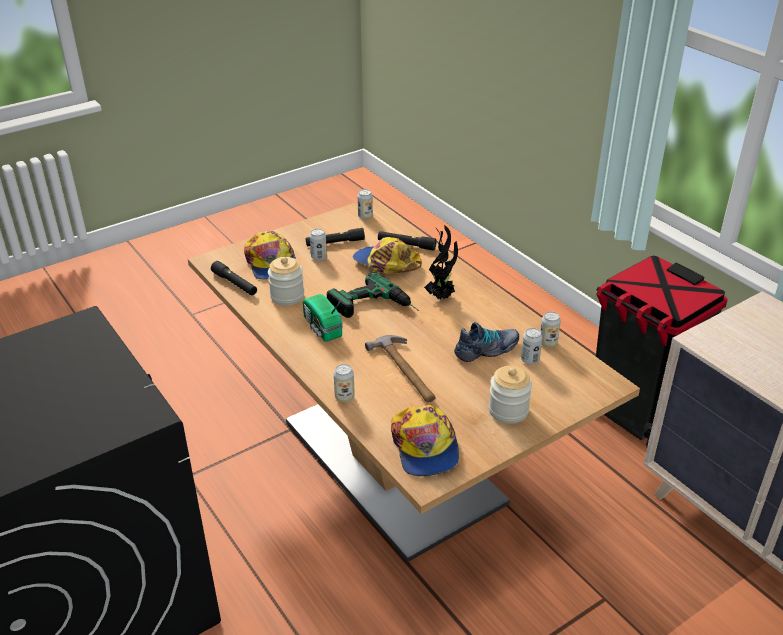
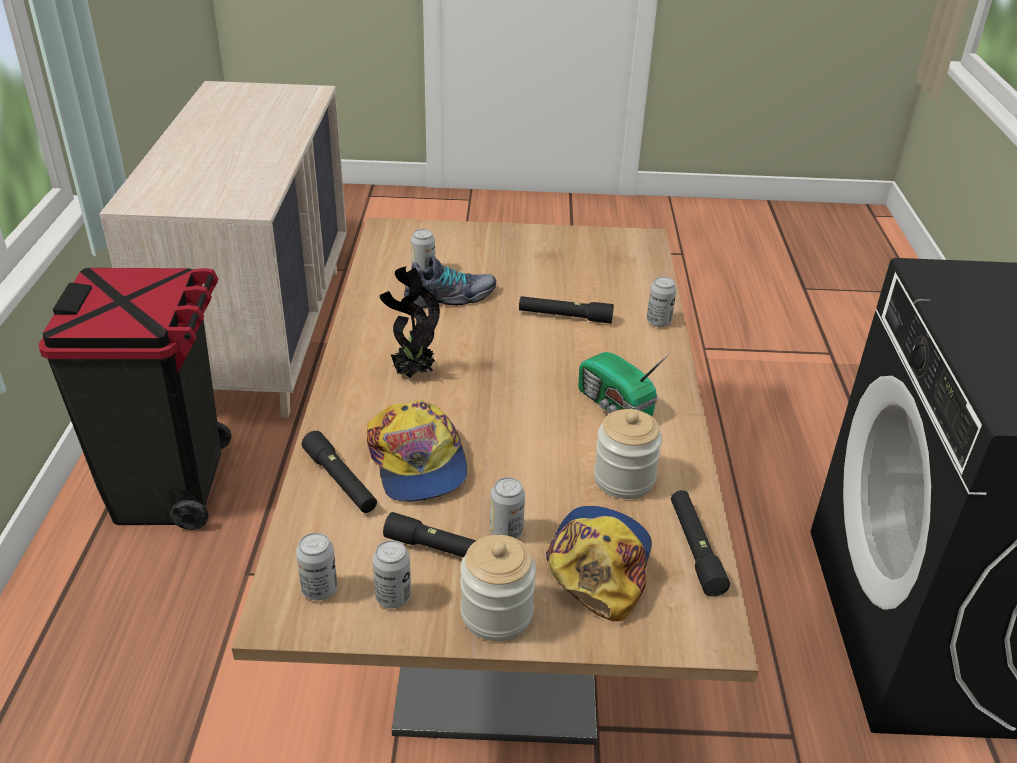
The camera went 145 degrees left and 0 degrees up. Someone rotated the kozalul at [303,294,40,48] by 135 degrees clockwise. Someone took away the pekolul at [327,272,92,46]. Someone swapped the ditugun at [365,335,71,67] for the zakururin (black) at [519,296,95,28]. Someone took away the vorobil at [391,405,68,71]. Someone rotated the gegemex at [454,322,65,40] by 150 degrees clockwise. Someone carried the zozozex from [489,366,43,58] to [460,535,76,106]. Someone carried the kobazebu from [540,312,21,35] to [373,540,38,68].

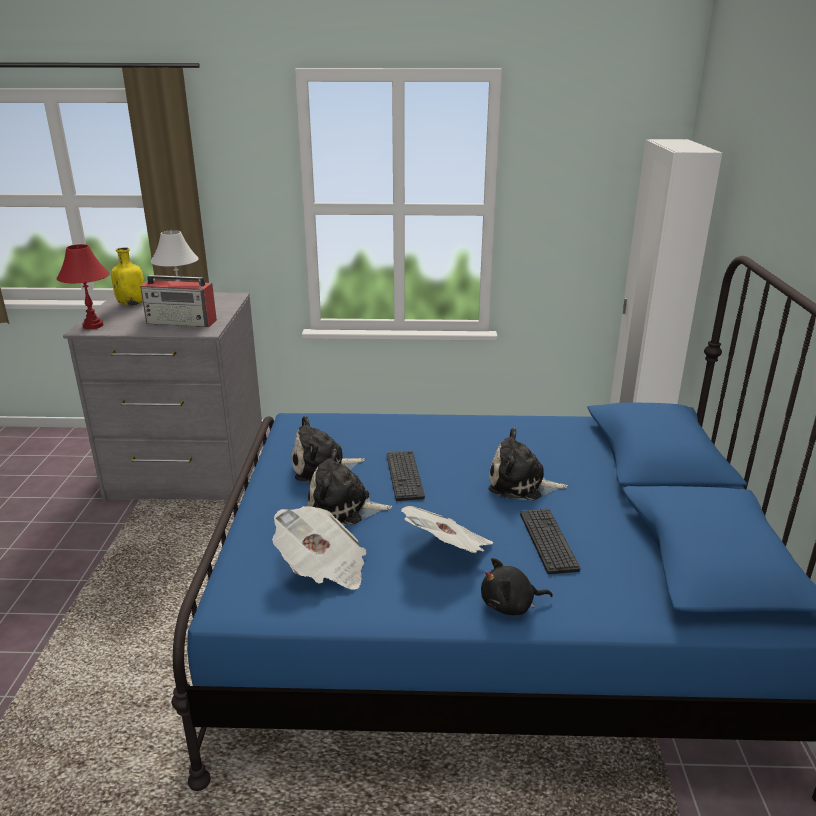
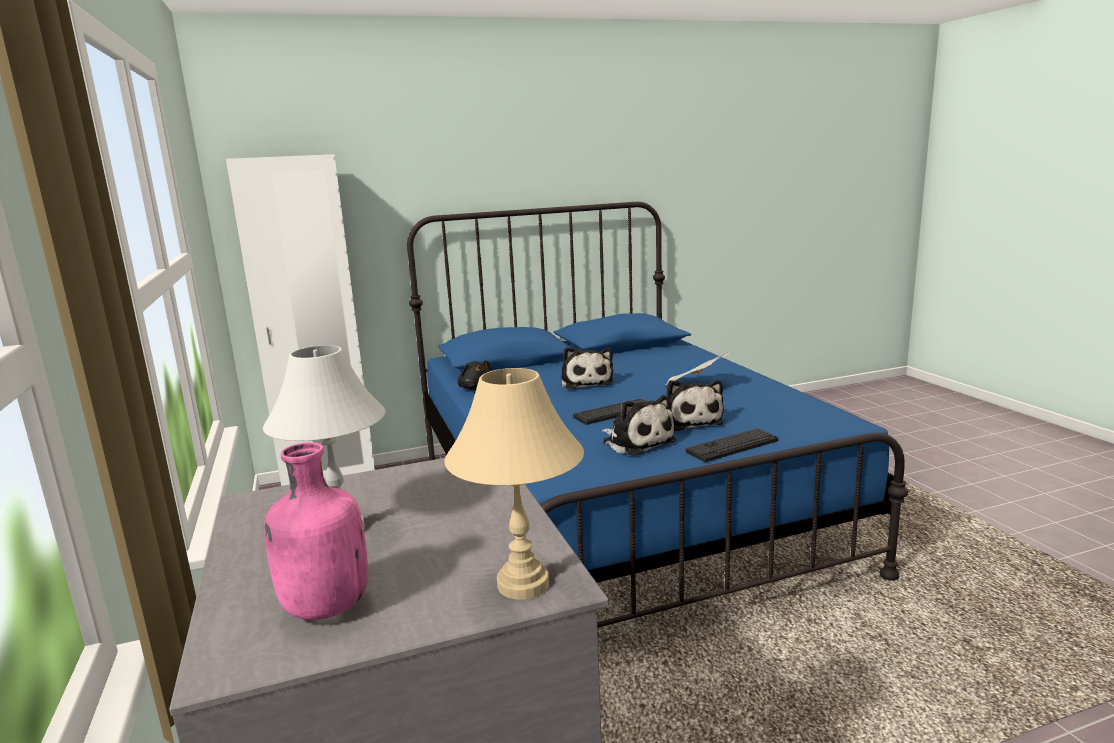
The camera went 110 degrees left and 10 degrees down. Someone repainted the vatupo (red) at [56,244,54,85], which became the vatupo (beige) at [444,368,140,232]. Someone repainted the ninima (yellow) at [111,247,33,59], which became the ninima (pink) at [264,442,104,178]. Someone took away the kozalul at [140,275,77,52]. Someone took away the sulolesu at [272,506,94,84]. Someone carried the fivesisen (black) from [481,558,72,57] to [457,360,34,30]. Someone carried the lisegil from [520,509,60,65] to [686,428,92,34].

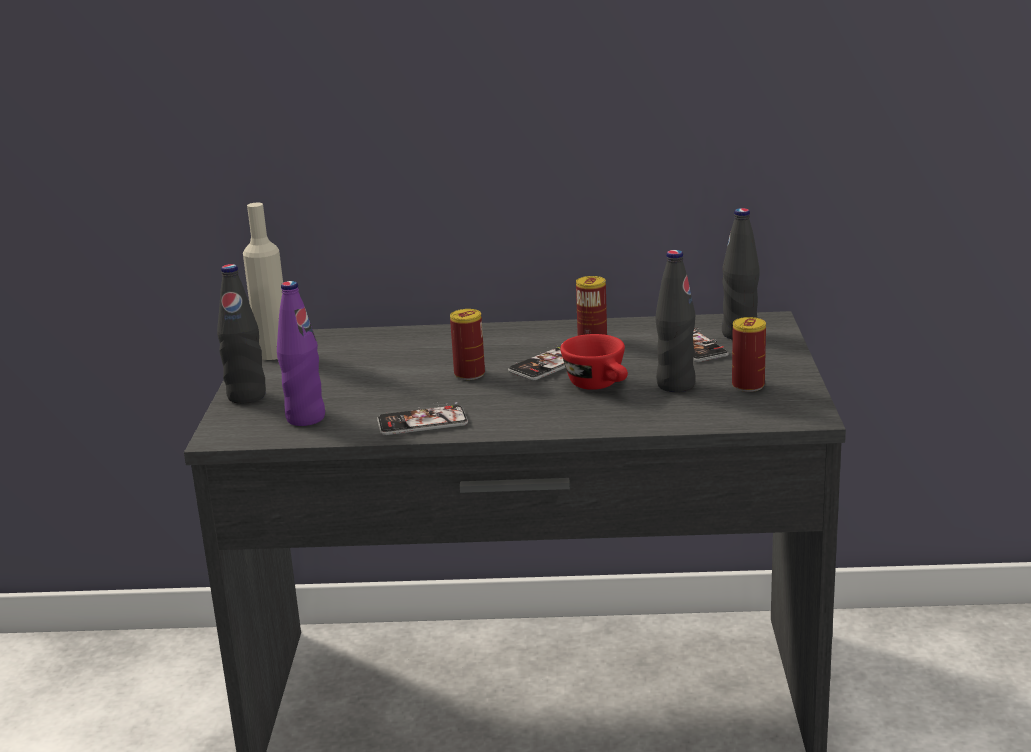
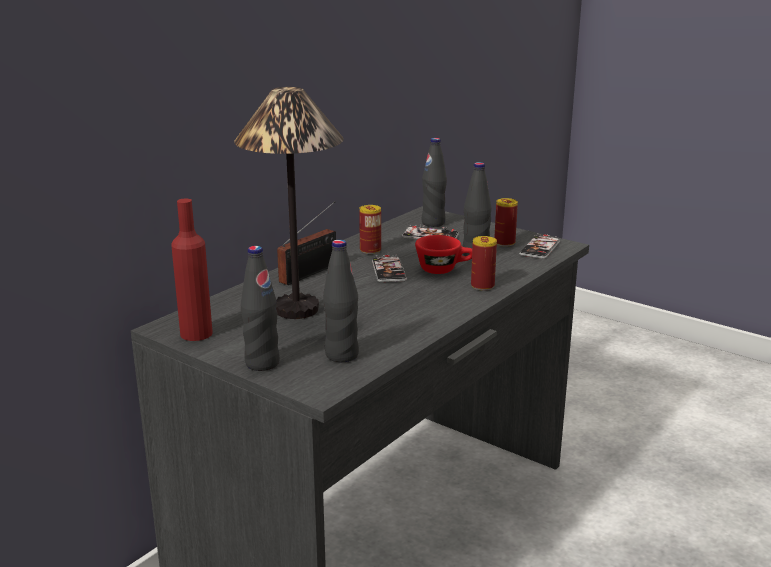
The camera went 55 degrees left and 0 degrees up. Someone repainted the ninima (beige) at [243,203,40,157], which became the ninima (red) at [171,199,42,142]. Someone repainted the ninima (purple) at [277,281,48,145], which became the ninima (black) at [323,239,36,123]. Someone carried the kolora from [377,402,91,33] to [519,233,41,26]. Someone carried the kobazebu from [450,309,35,71] to [471,236,26,55]. Someone put down the vatupo at [234,87,110,232]. Someone put down the kozalul at [277,201,59,84].

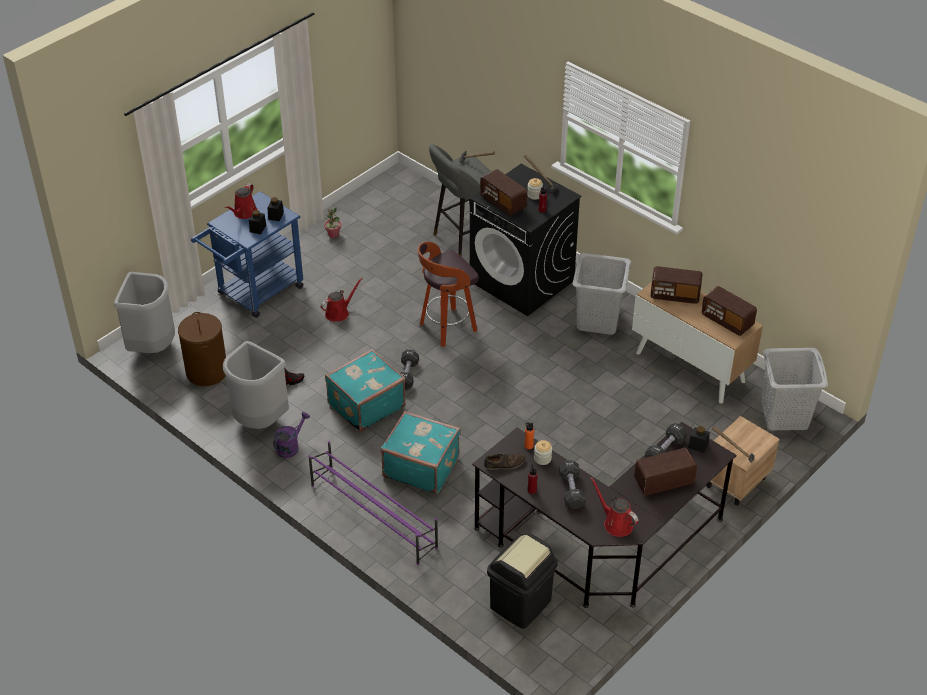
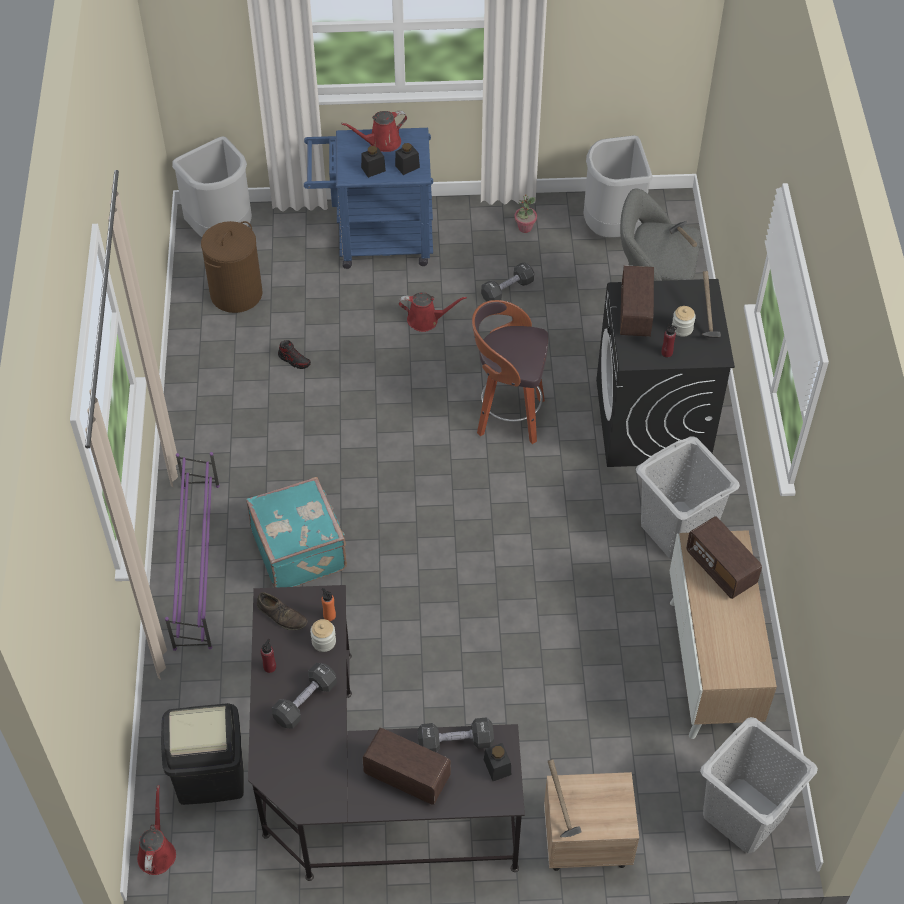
The camera went 45 degrees right and 10 degrees up. Someone carried the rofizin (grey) from [223,341,66,88] to [583,135,70,103]. Someone took away the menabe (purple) at [273,412,37,46]. Someone took away the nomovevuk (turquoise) at [325,349,80,83]. Someone carried the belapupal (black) from [400,350,19,40] to [481,263,53,39]. Someone carried the menabe (red) from [590,477,48,60] to [137,785,39,90]. Someone took away the kozalul at [702,286,55,50].

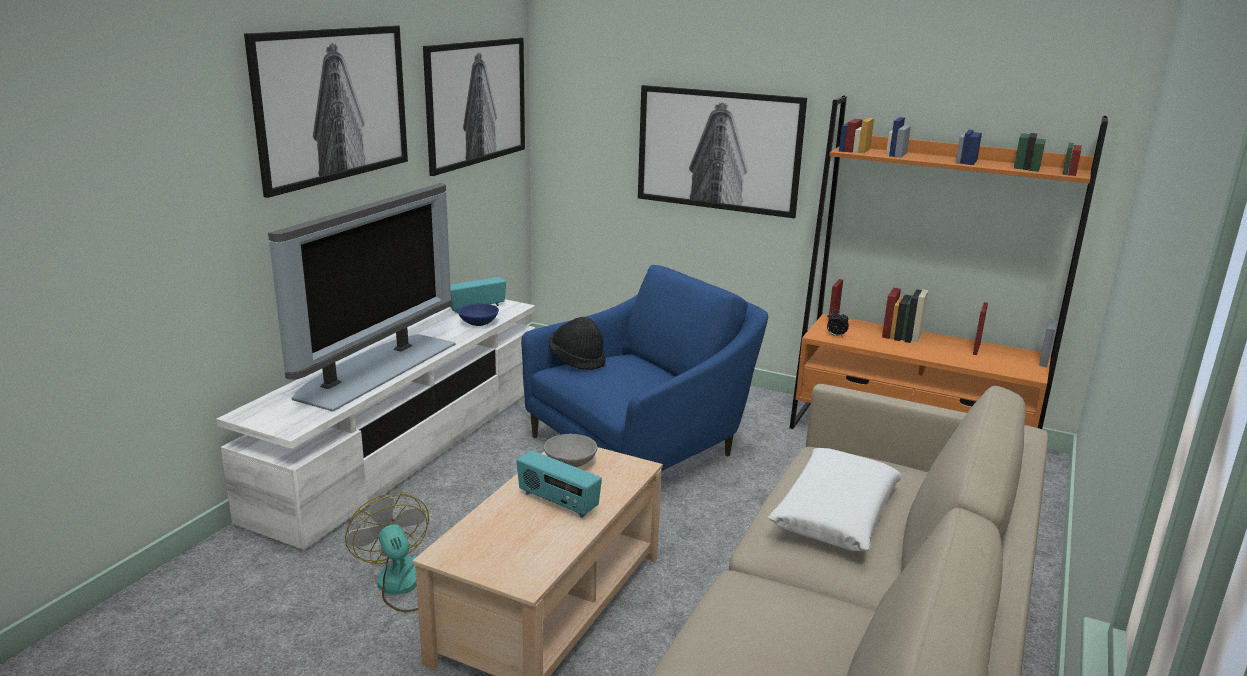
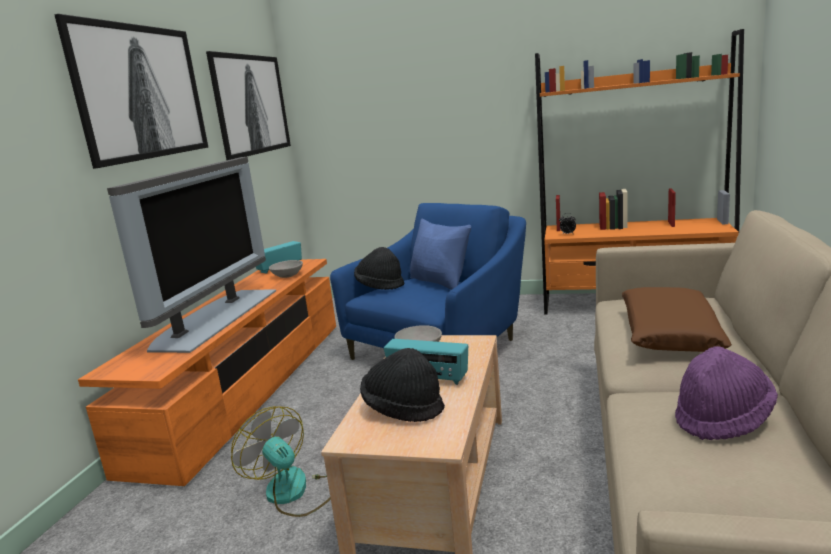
The camera went 10 degrees left and 5 degrees down. Someone repainted the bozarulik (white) at [216,299,319,251], which became the bozarulik (orange) at [78,259,258,227]. Someone repainted the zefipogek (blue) at [458,303,41,23], which became the zefipogek (grey) at [269,260,34,18]. Someone took away the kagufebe at [638,85,169,133]. Someone repainted the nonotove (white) at [768,448,134,103], which became the nonotove (brown) at [622,287,110,65]. Someone put down the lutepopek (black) at [360,348,85,74]. Someone put down the nonotove (blue) at [410,219,61,71]. Someone put down the lutepopek (purple) at [675,346,103,94].

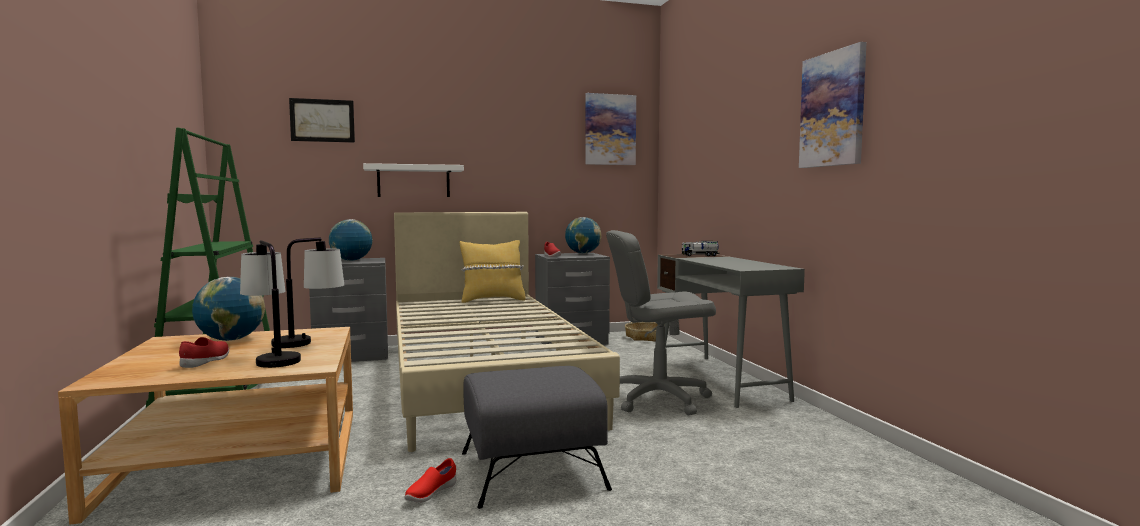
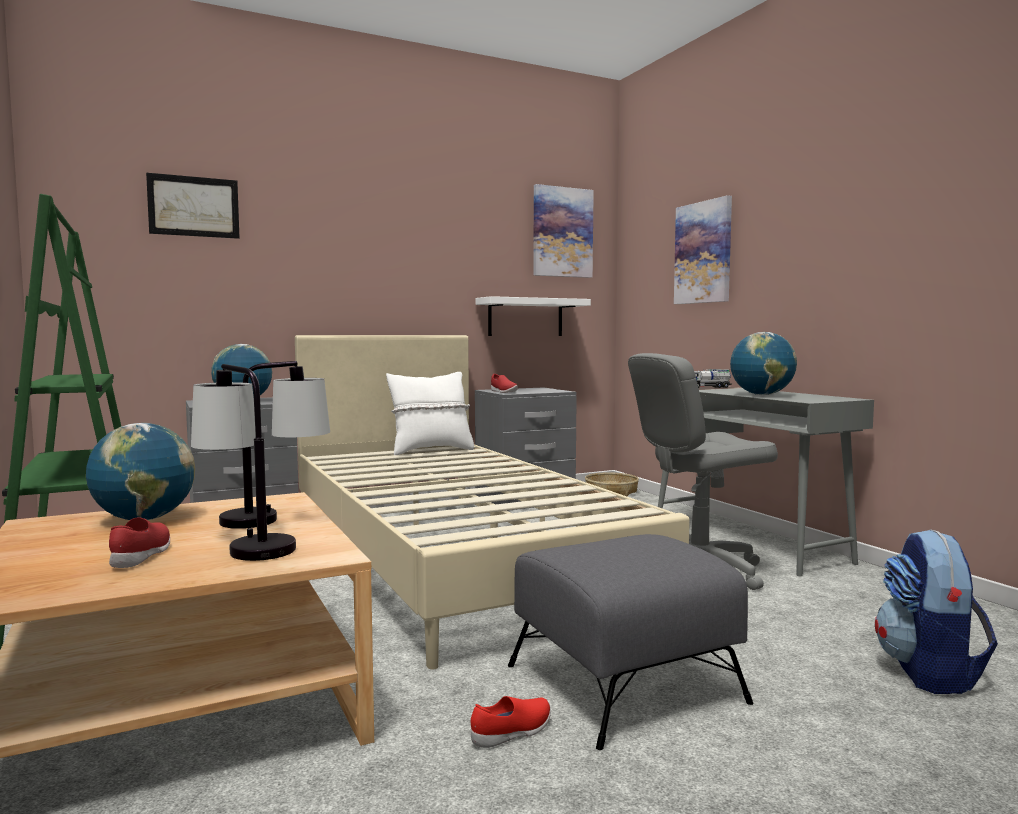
The camera went 10 degrees left and 0 degrees up. Someone carried the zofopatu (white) from [363,163,101,34] to [475,296,116,40]. Someone rotated the gegemex (red) at [404,458,52,45] by 150 degrees counterclockwise. Someone repainted the nonotove (yellow) at [460,240,66,63], which became the nonotove (white) at [386,372,88,83]. Someone carried the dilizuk from [565,217,37,37] to [730,332,67,63]. Someone carried the kagufebe from [799,42,68,126] to [674,195,58,109]. Someone put down the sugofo at [875,529,123,165].

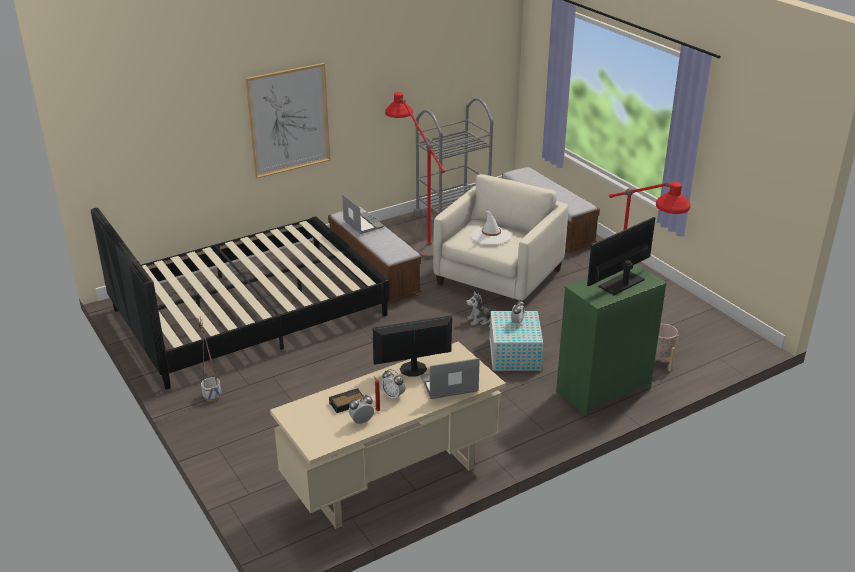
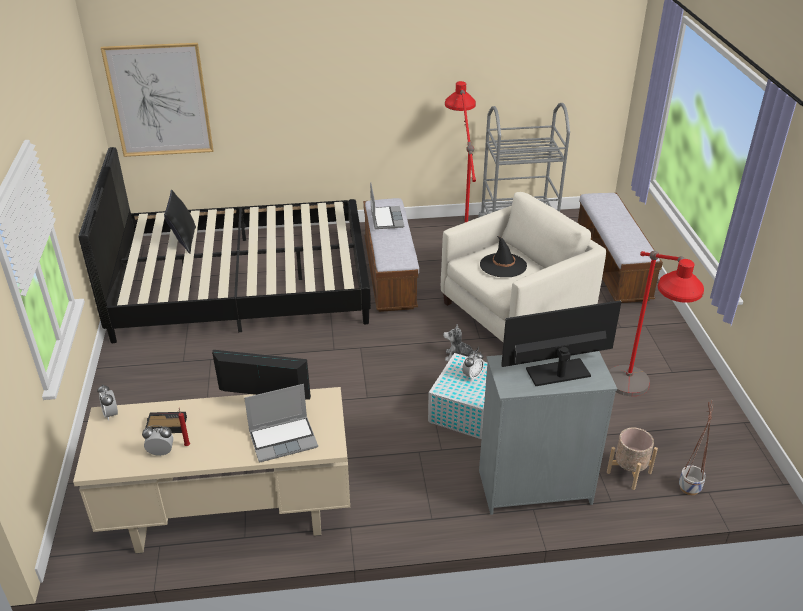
The camera went 25 degrees right and 5 degrees up. Someone carried the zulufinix from [197,317,24,84] to [679,400,34,95]. Someone carried the kagufebe from [246,63,84,115] to [101,43,112,114]. Someone carried the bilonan from [381,369,24,32] to [97,384,21,37]. Someone rotated the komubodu at [420,358,60,41] by 150 degrees clockwise. Someone repainted the lutepopek (white) at [471,211,40,34], which became the lutepopek (black) at [480,236,47,41]. Someone repainted the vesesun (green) at [556,264,111,153], which became the vesesun (grey) at [479,351,138,164]. Someone put down the nonotove (black) at [164,190,32,64].

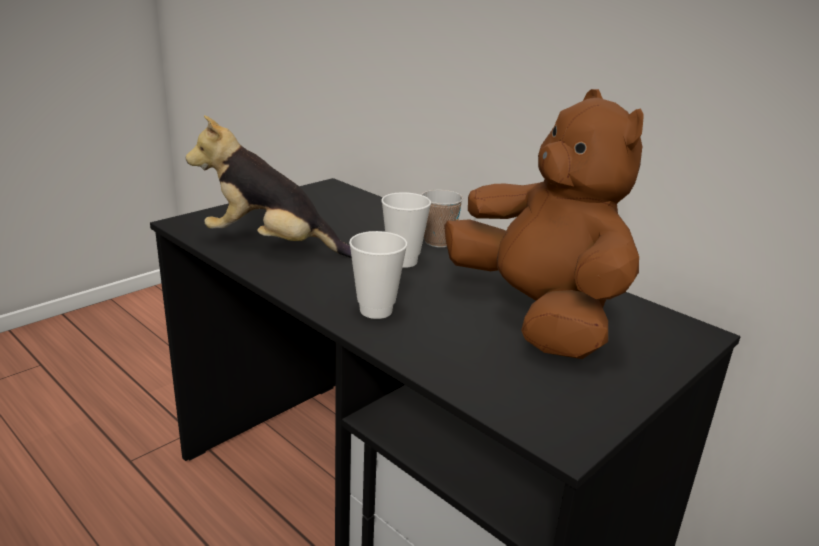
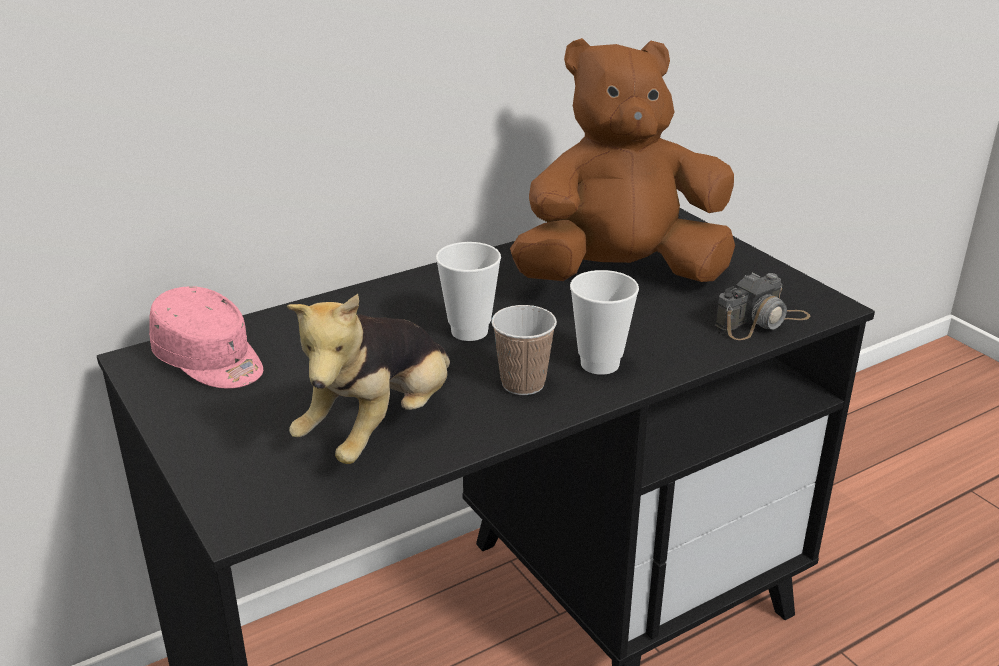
The camera went 75 degrees left and 5 degrees up. Someone carried the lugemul from [421,190,42,58] to [491,305,66,90]. Someone put down the vorobil (pink) at [149,286,114,103]. Someone put down the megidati at [715,273,95,67].

